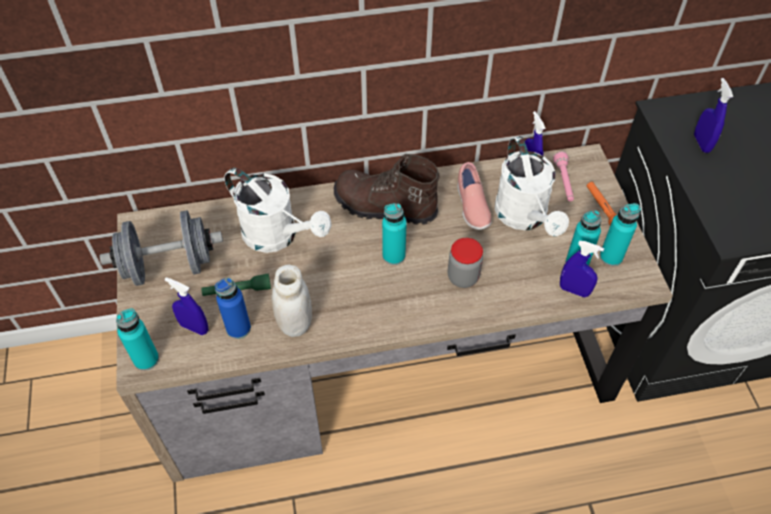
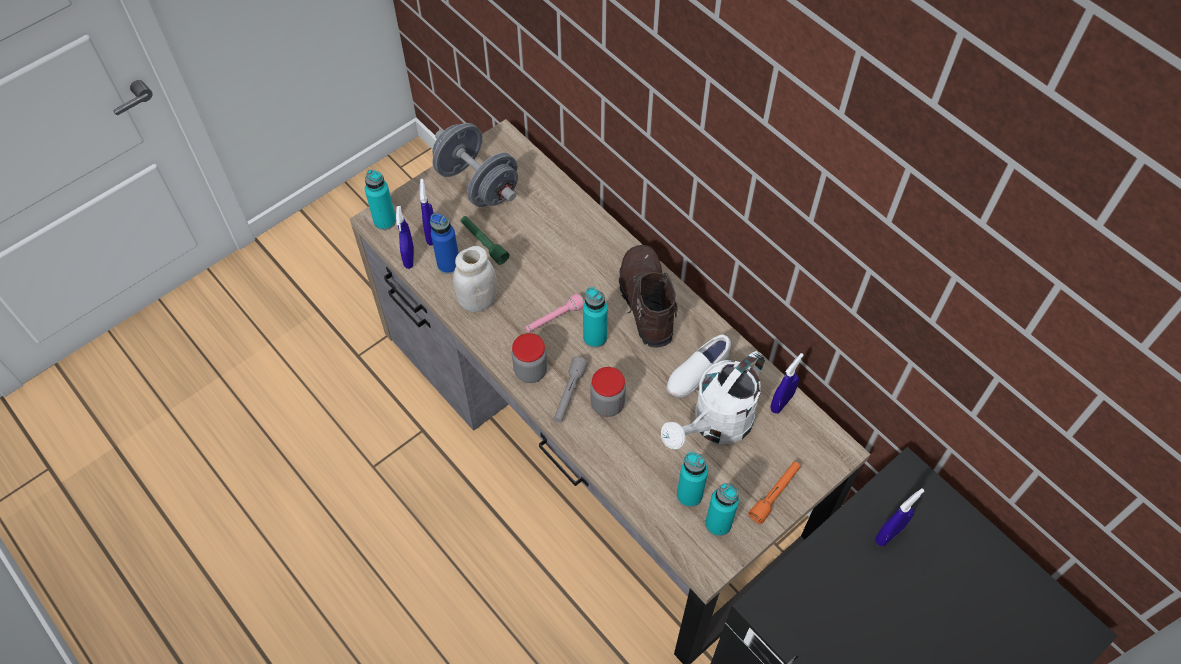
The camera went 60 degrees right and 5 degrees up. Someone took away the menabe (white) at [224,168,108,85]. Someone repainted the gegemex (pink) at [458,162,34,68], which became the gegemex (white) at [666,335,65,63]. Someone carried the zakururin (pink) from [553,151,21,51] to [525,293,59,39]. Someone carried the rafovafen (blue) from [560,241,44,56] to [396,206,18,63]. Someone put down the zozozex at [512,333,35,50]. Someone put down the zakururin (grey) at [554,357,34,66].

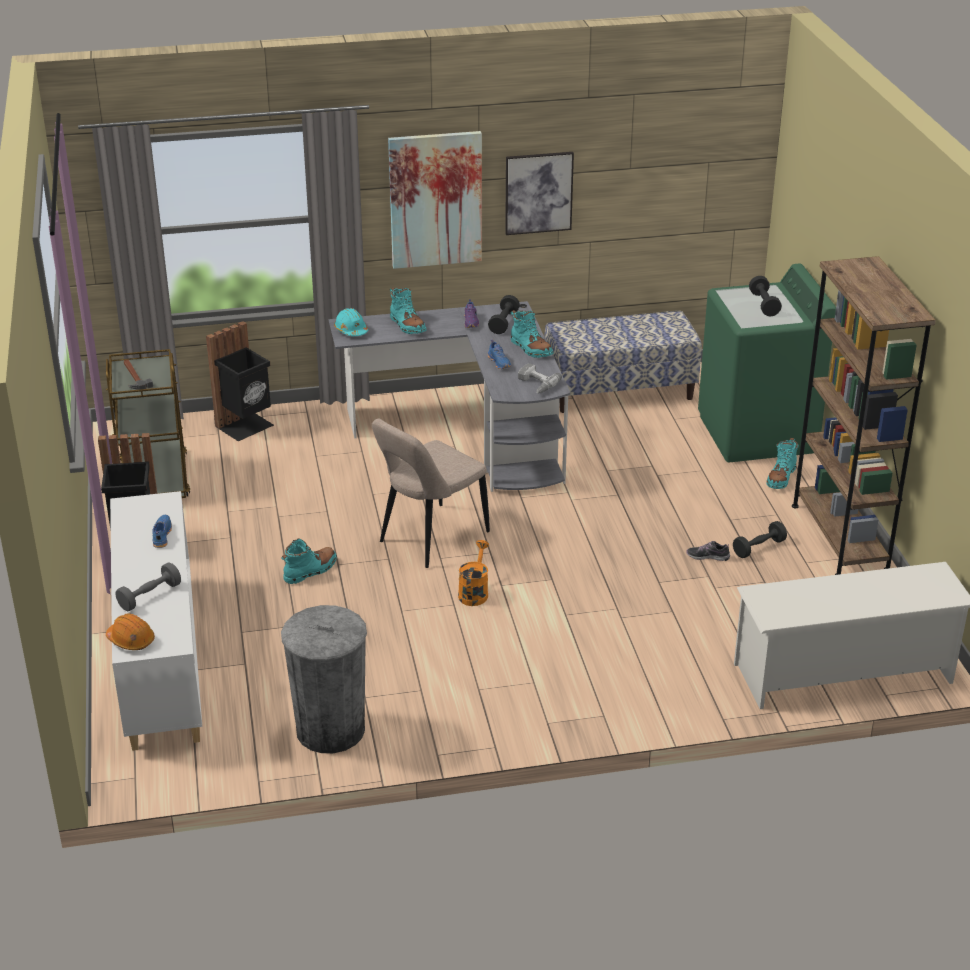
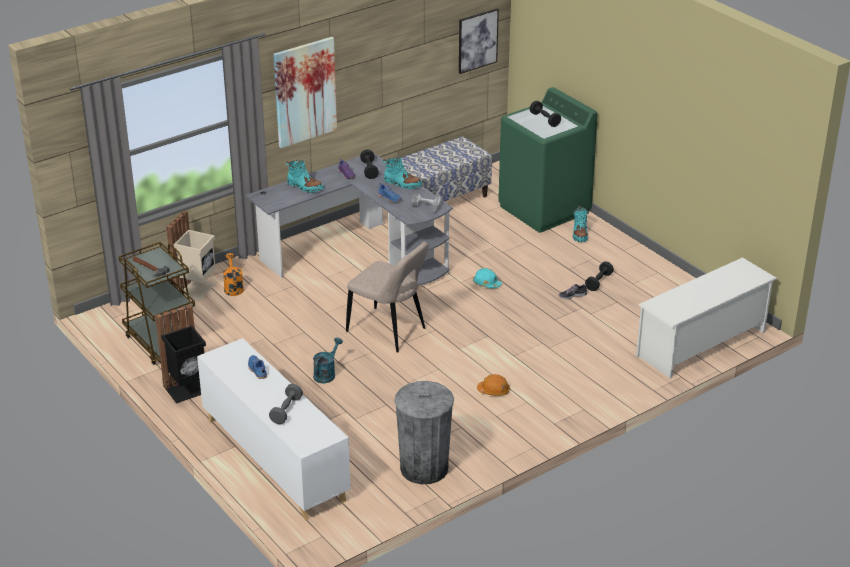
The camera went 25 degrees left and 0 degrees up. Someone carried the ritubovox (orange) from [106,614,49,36] to [477,374,33,22]. Someone repainted the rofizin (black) at [206,321,68,120], which became the rofizin (beige) at [166,211,50,90]. Someone swapped the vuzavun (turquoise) at [281,538,56,46] for the menabe (turquoise) at [313,337,30,46]. Someone carried the ritubovox (turquoise) from [334,308,34,28] to [473,268,29,20]. Someone rotated the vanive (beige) at [372,418,118,150] by 75 degrees counterclockwise. Someone carried the menabe (orange) from [458,540,31,66] to [223,253,21,43]. Someone carried the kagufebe from [505,152,69,83] to [459,9,40,65]. Someone took away the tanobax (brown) at [792,256,144,319].

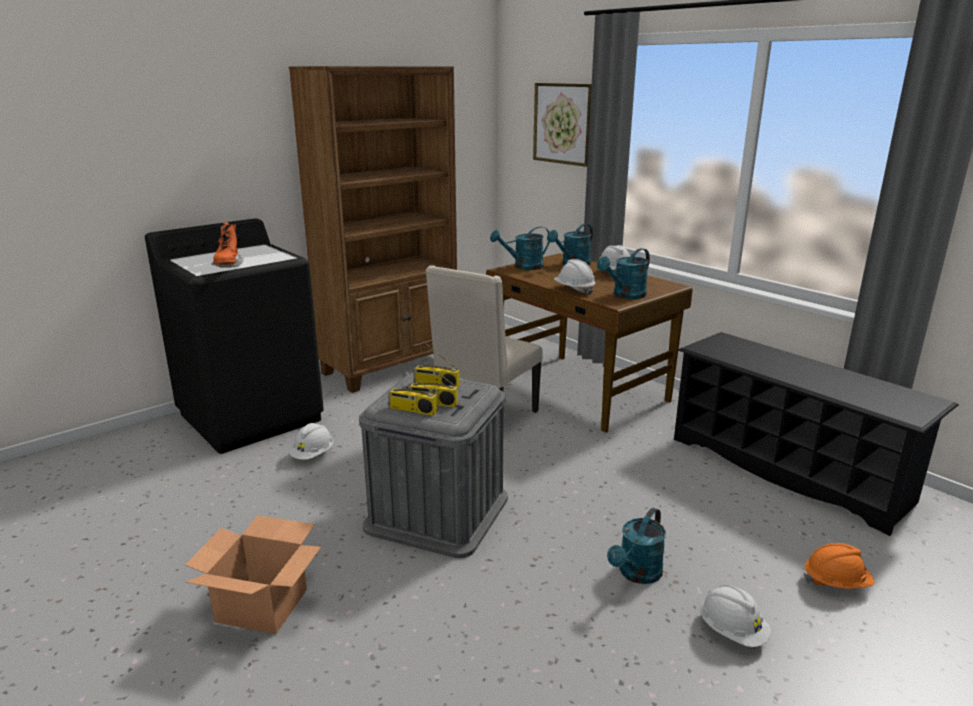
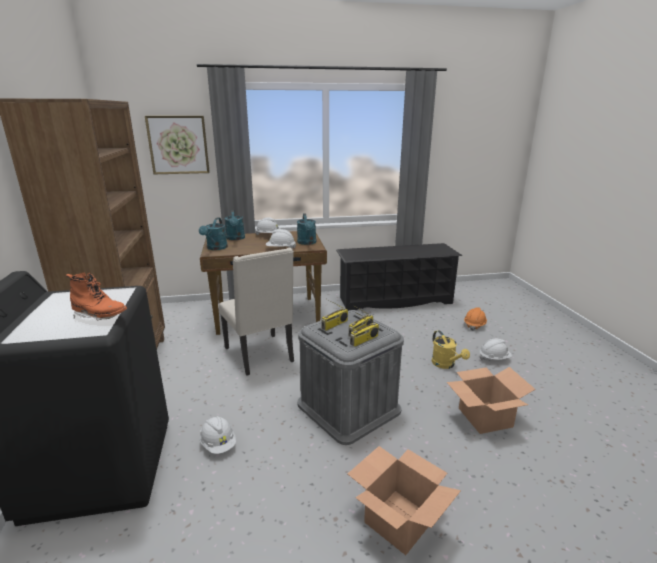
The camera went 60 degrees left and 0 degrees up. Someone repainted the menabe (turquoise) at [607,508,59,76], which became the menabe (yellow) at [432,330,38,39]. Someone put down the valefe at [447,367,88,67].

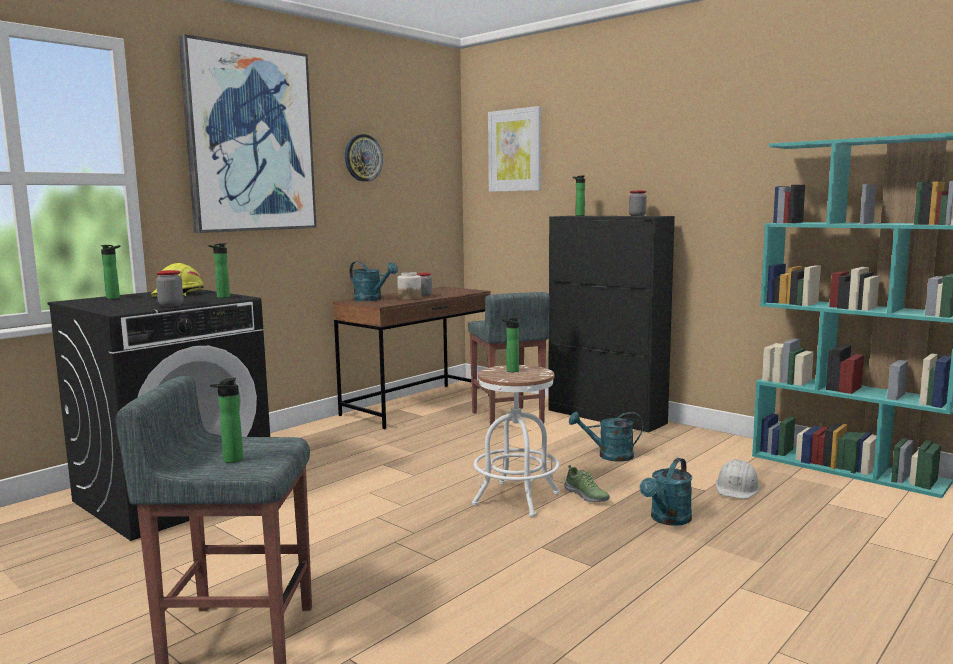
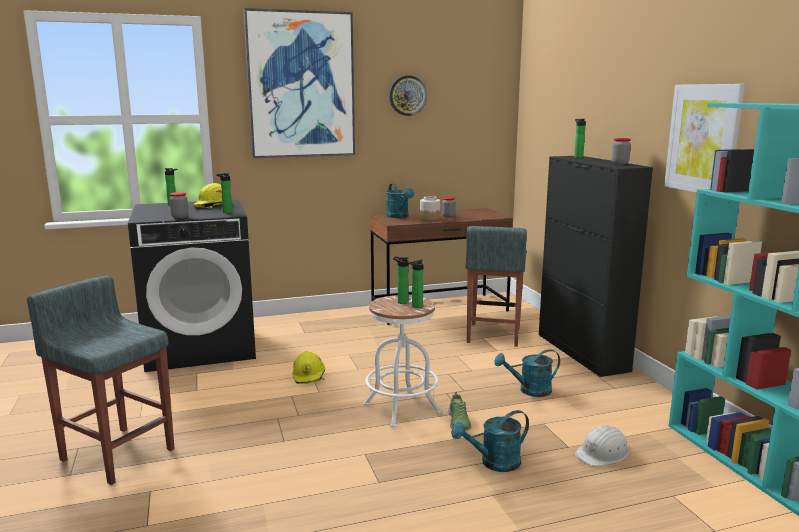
The camera went 30 degrees right and 5 degrees up. Someone carried the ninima from [210,378,33,85] to [408,260,15,48]. Someone carried the kagufebe from [488,106,53,86] to [664,84,81,109]. Someone rotated the menabe (turquoise) at [569,411,74,51] by 45 degrees counterclockwise. Someone put down the ritubovox (yellow) at [292,351,33,33].

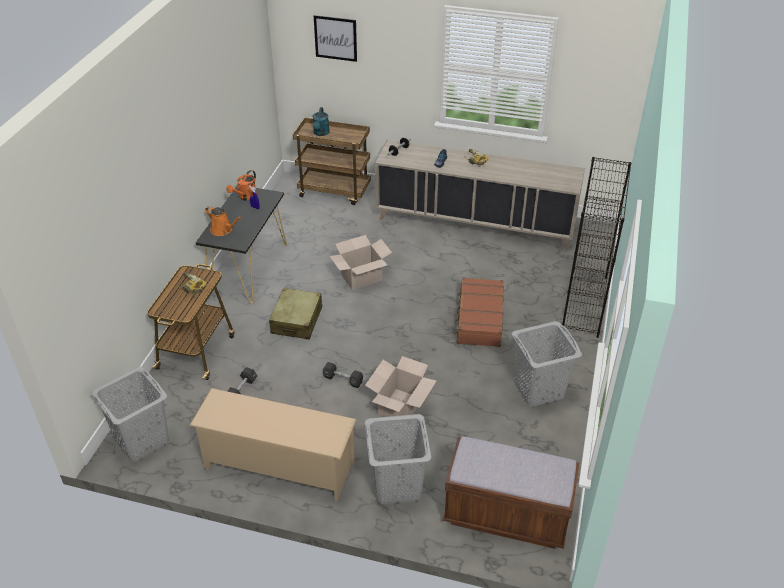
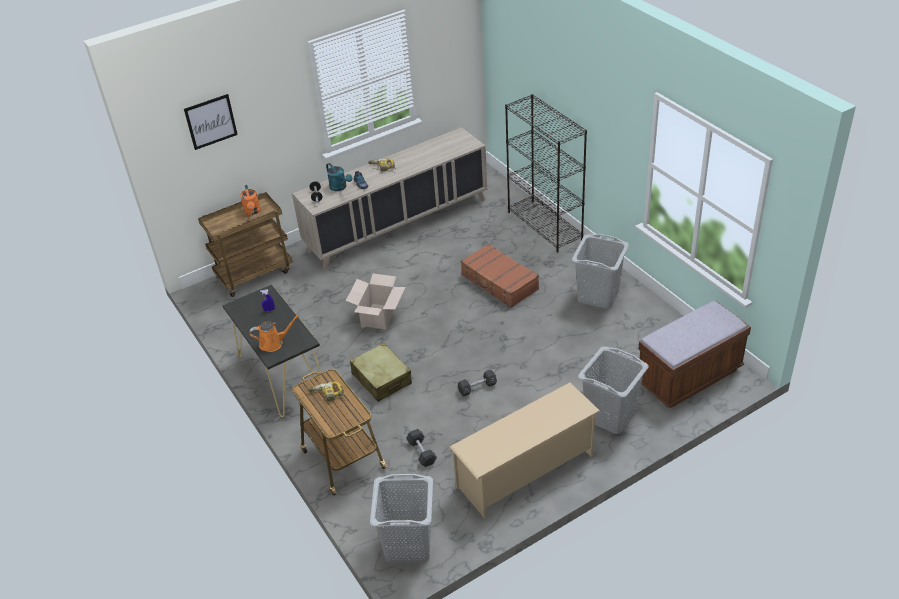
The camera went 45 degrees left and 0 degrees up. Someone carried the menabe (orange) from [226,170,31,31] to [240,185,21,30]. Someone carried the menabe (turquoise) from [312,107,18,29] to [326,163,26,28]. Someone took away the valefe at [365,356,71,61].

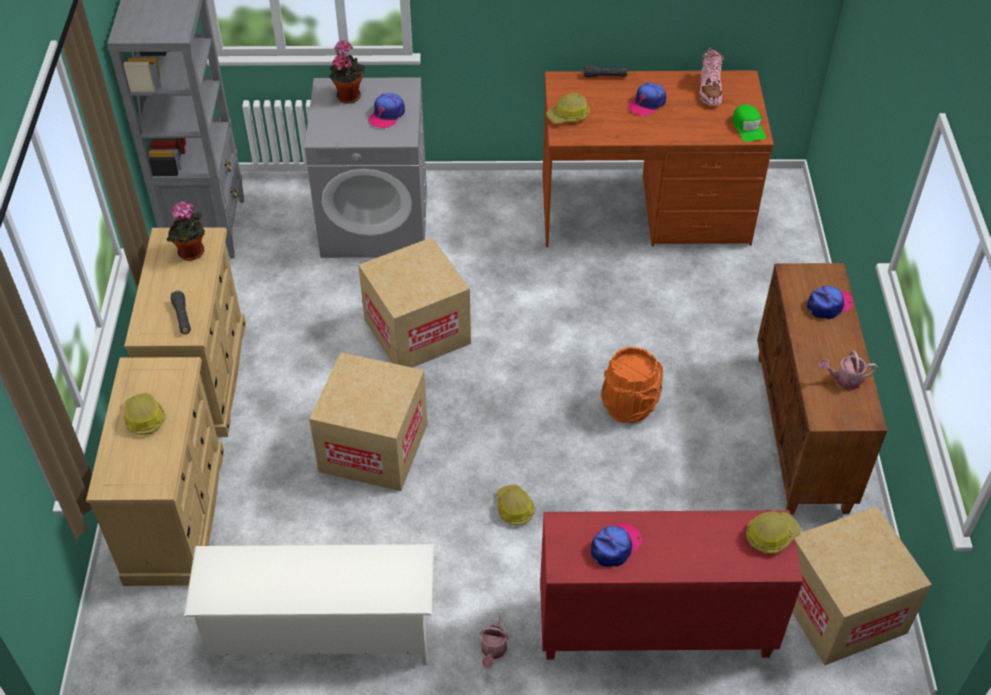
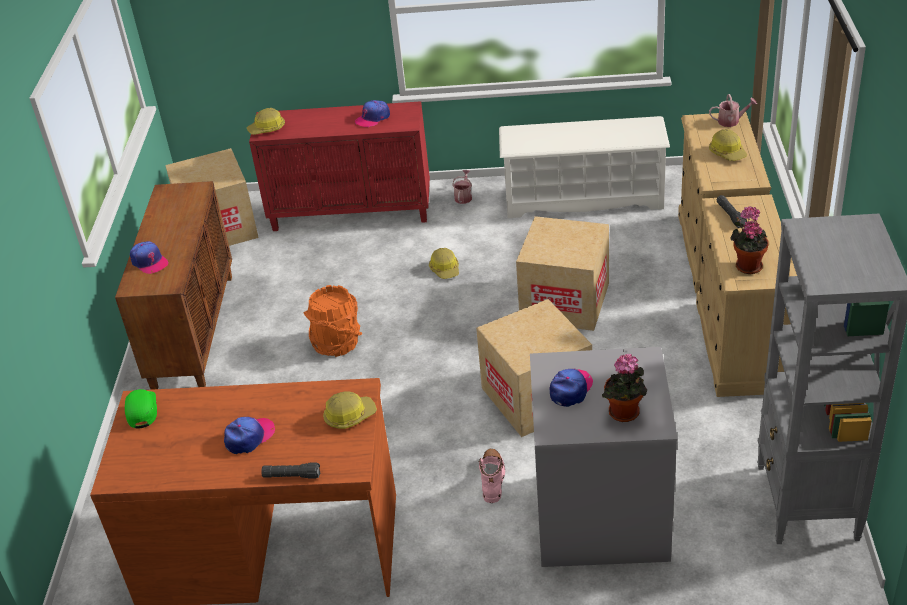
The camera went 175 degrees left and 10 degrees down. Someone carried the vuzavun (pink) from [699,47,25,58] to [478,449,27,54]. Someone rotated the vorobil at [807,286,46,33] by 105 degrees counterclockwise. Someone carried the menabe from [818,351,60,39] to [709,94,48,33].

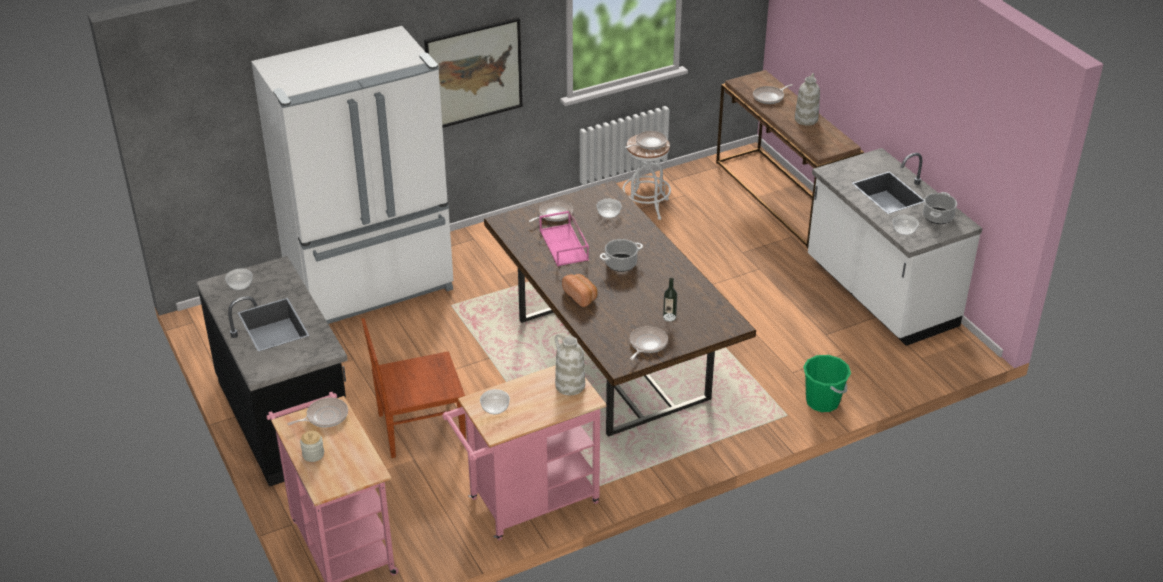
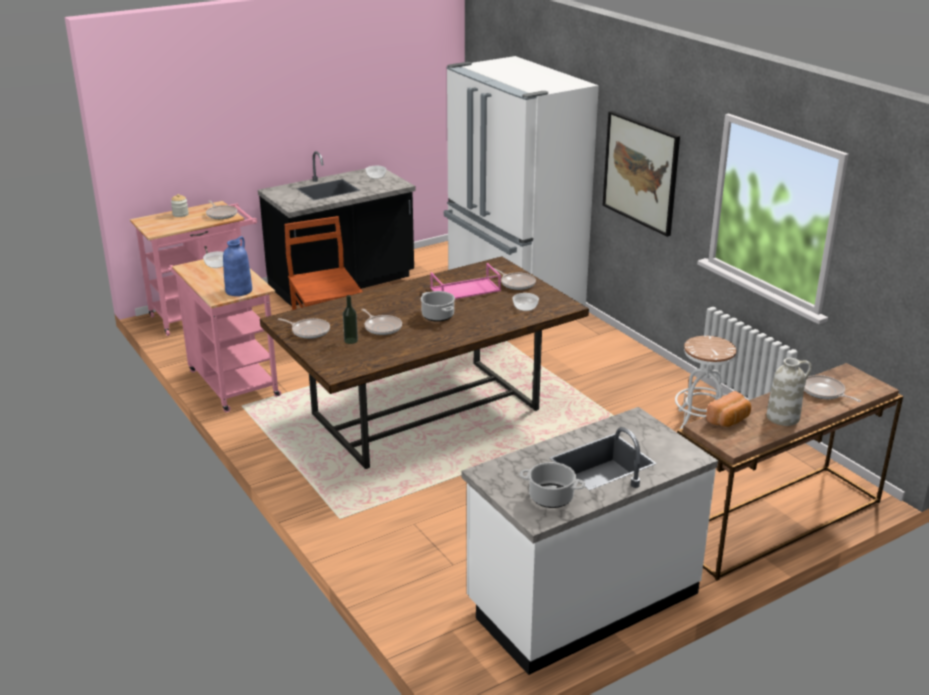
The camera went 85 degrees right and 10 degrees down. Someone repainted the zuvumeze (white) at [555,334,30,61], which became the zuvumeze (blue) at [223,236,29,60]. Someone carried the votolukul from [562,274,35,33] to [706,391,45,36]. Someone carried the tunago from [625,131,42,19] to [361,309,41,26]. Someone took away the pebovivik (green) at [803,355,48,57]. Someone took away the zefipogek at [893,215,26,20].

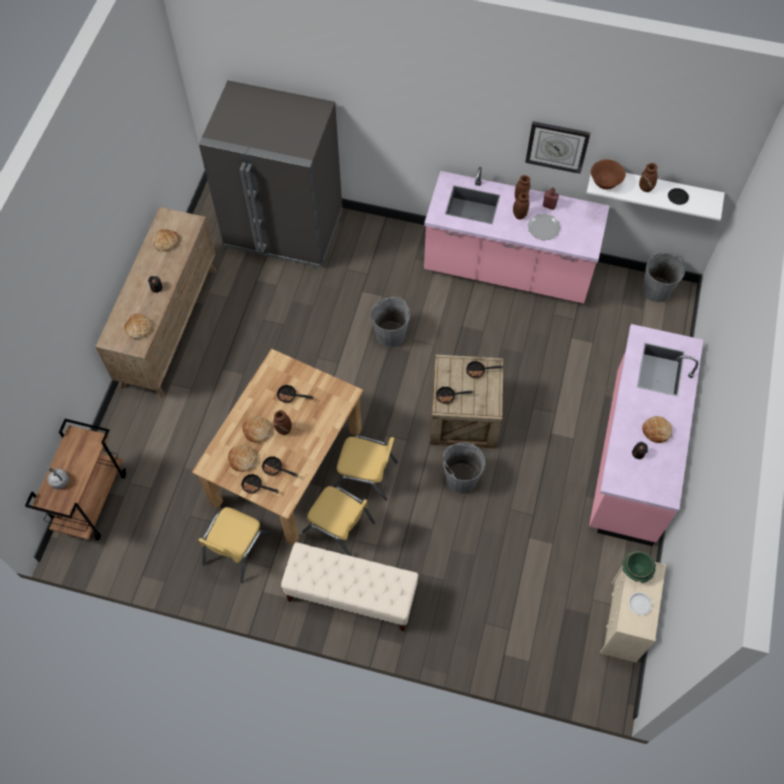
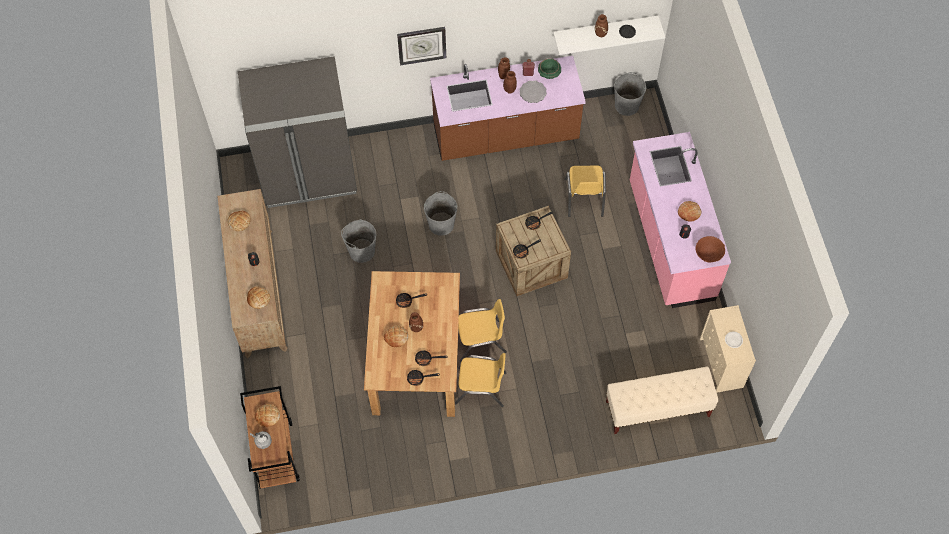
The camera went 25 degrees left and 0 degrees up. Someone carried the vanive (yellow) from [199,507,72,76] to [565,165,41,52]. Someone carried the votolukul from [228,445,29,27] to [255,404,25,23]. Someone carried the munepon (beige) from [281,542,137,89] to [606,367,112,67]. Someone repainted the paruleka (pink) at [424,167,185,136], which became the paruleka (brown) at [430,56,156,105]. Someone carried the pebovivik (grey) from [443,442,42,51] to [341,219,35,44]. Someone carried the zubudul from [525,121,65,53] to [397,27,49,38]. Someone carried the zefipogek (brown) from [591,159,35,30] to [696,236,29,26]. Someone carried the zefipogek (green) from [623,551,33,32] to [538,58,23,21].

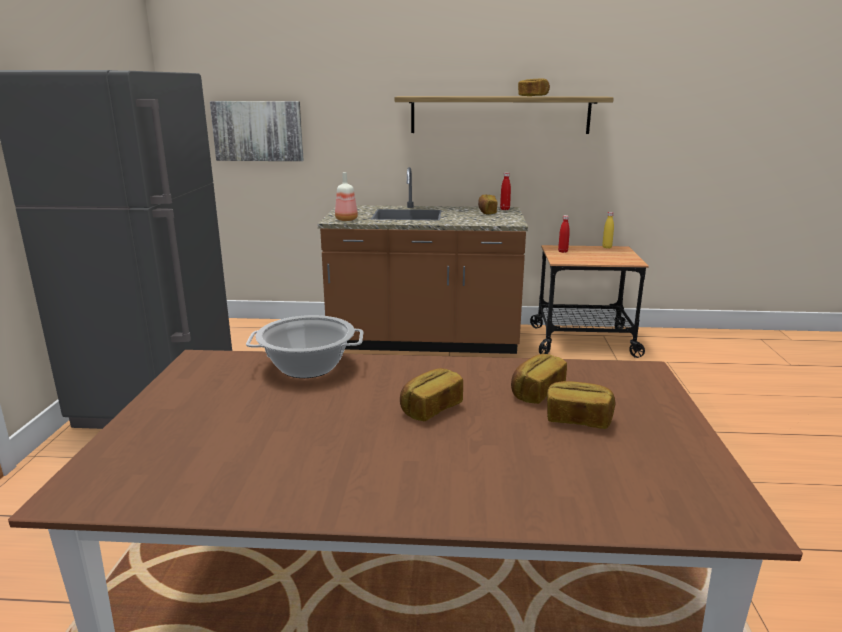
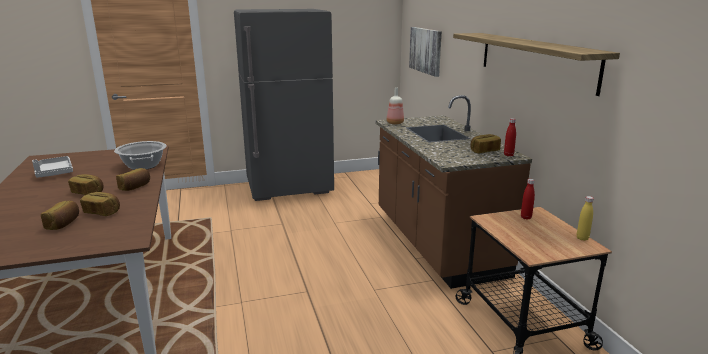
The camera went 70 degrees right and 0 degrees up. Someone carried the votolukul from [518,78,32,18] to [116,168,34,23]. Someone put down the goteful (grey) at [32,156,41,22].

